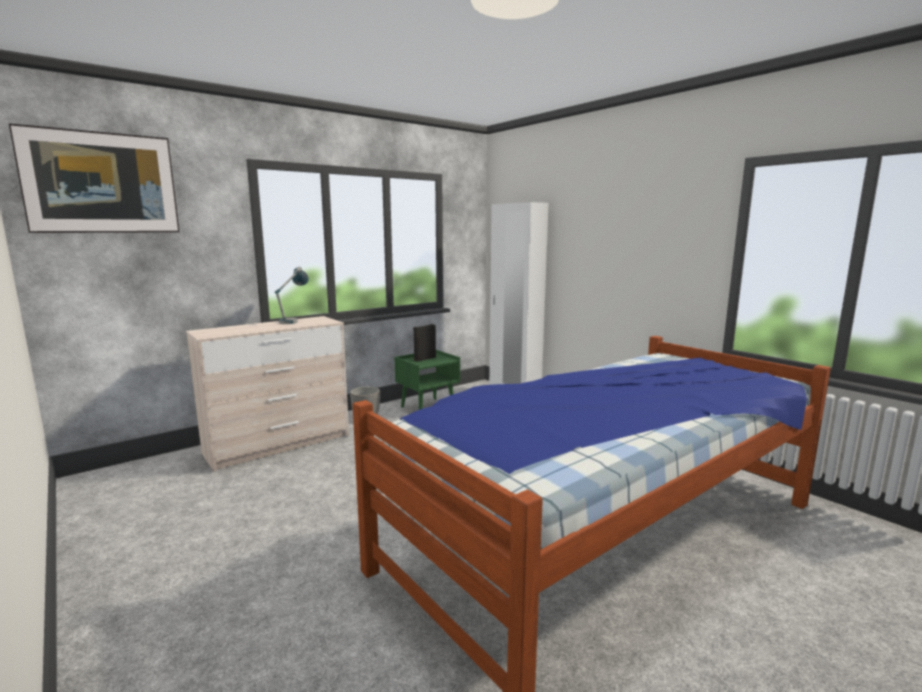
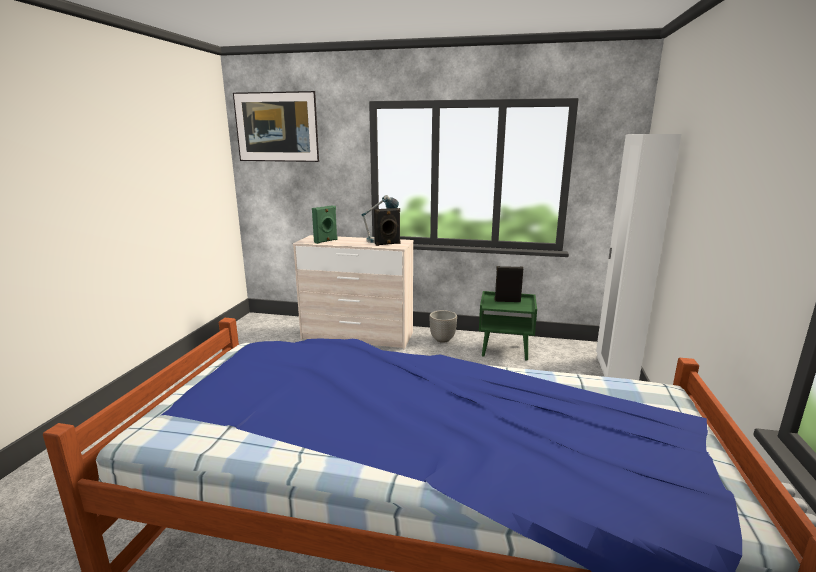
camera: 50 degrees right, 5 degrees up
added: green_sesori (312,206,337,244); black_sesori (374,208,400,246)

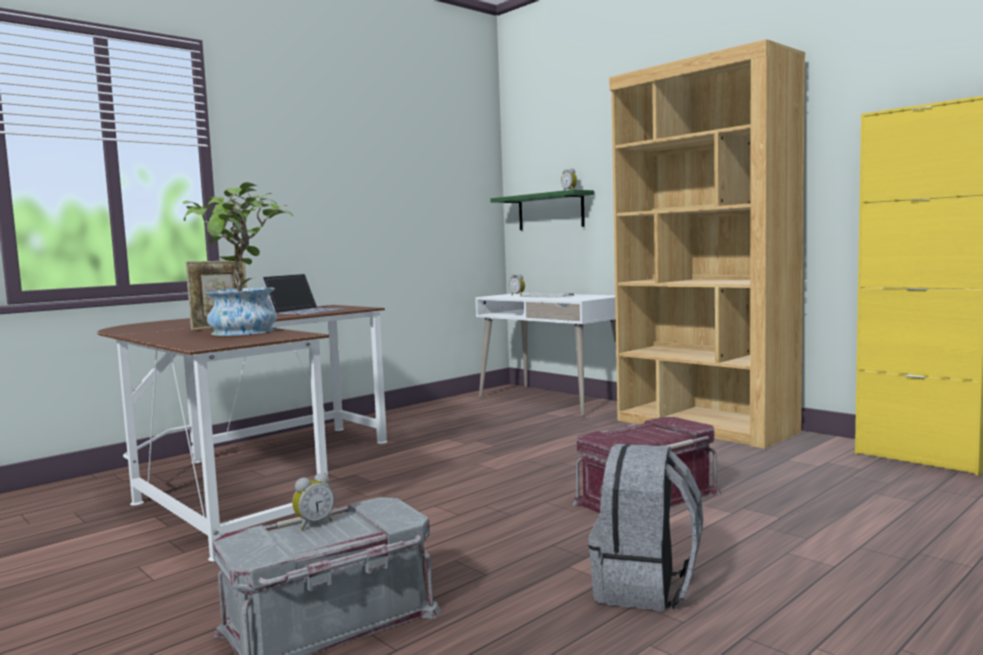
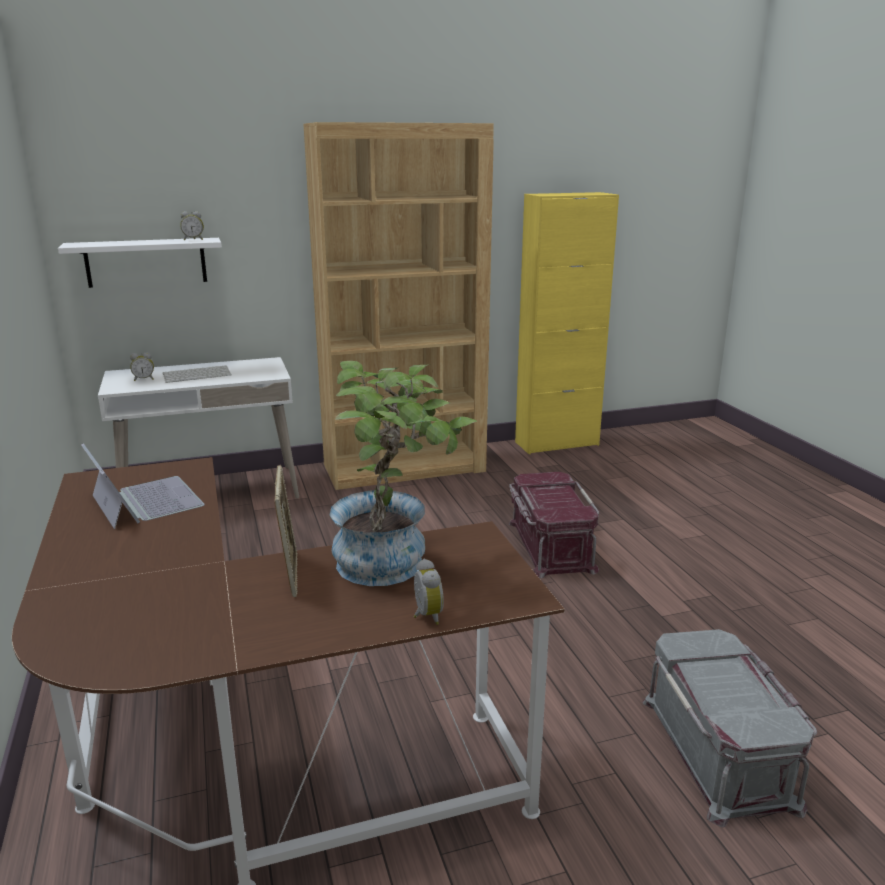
camera: 65 degrees left, 15 degrees up
removed: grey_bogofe (589,444,703,611)
moved: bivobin (292,473,334,530) to (413,558,444,625)
recoloured: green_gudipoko (490,190,594,230) to white_gudipoko (58,238,222,288)

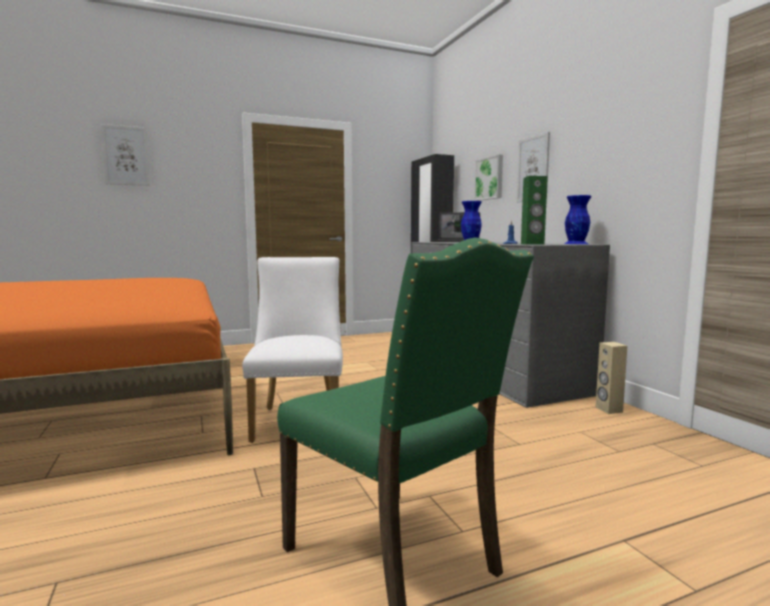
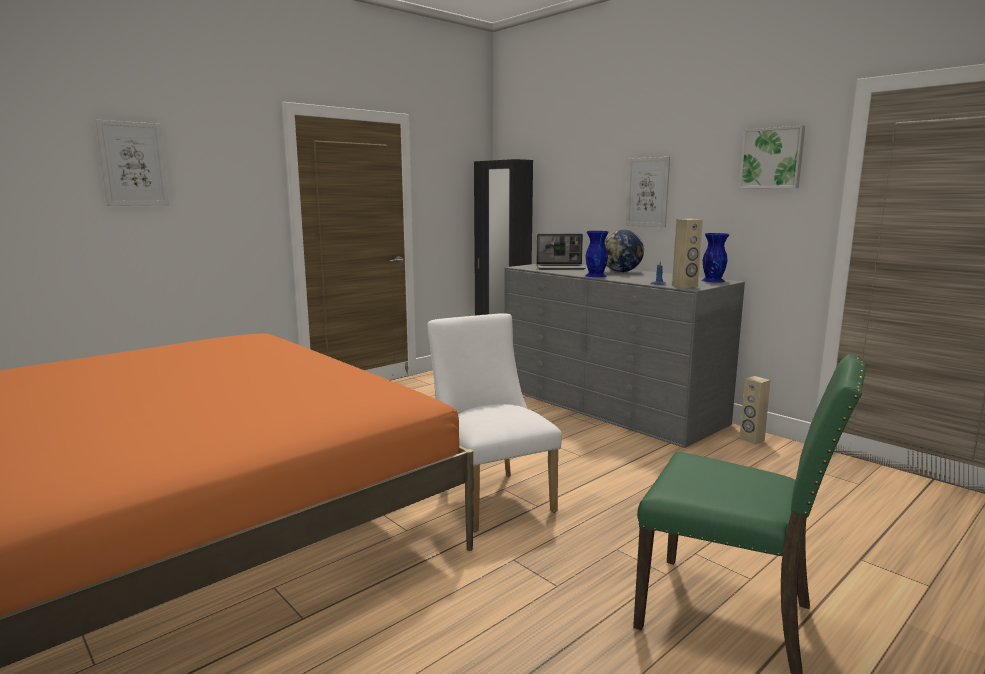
camera: 20 degrees left, 5 degrees up
added: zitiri (605,230,644,272)
moved: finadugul (474,154,503,201) to (739,125,805,188)
recoloured: green_sesori (521,176,548,245) to beige_sesori (672,219,703,288)

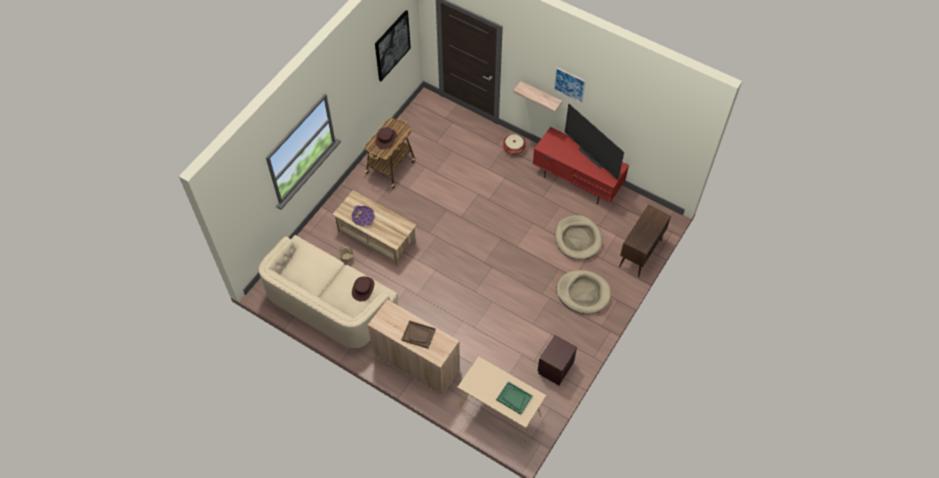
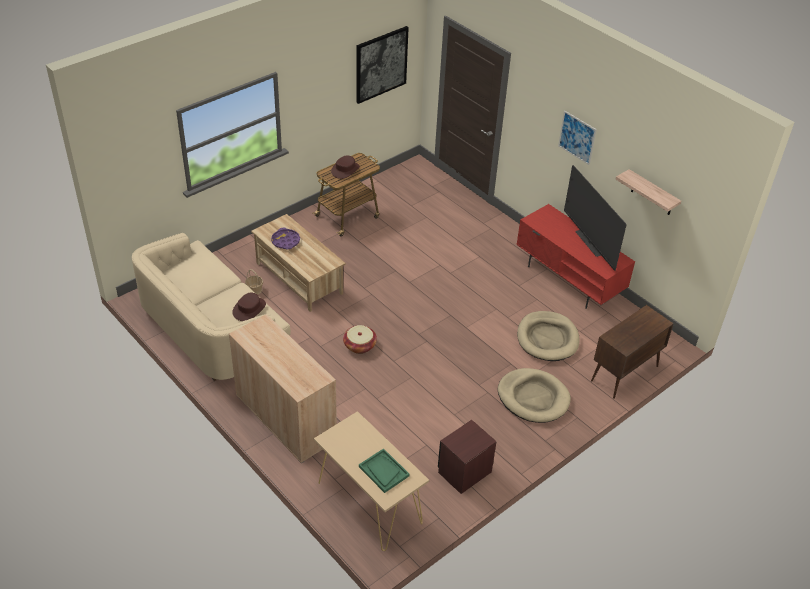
camera: 15 degrees right, 15 degrees down
removed: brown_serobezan (401,320,436,349)
moved: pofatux (503,134,526,155) to (343,325,377,354); gudipoko (513,81,563,112) to (615,169,681,215)

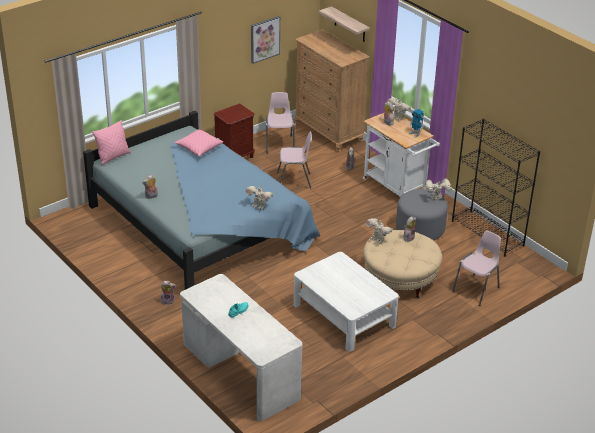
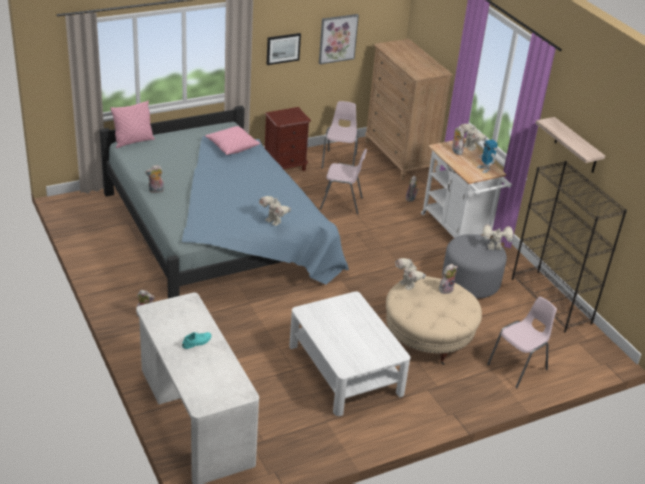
camera: 10 degrees right, 0 degrees up
added: finadugul (267,33,301,65)
moved: gudipoko (319,6,370,42) to (535,117,605,173)

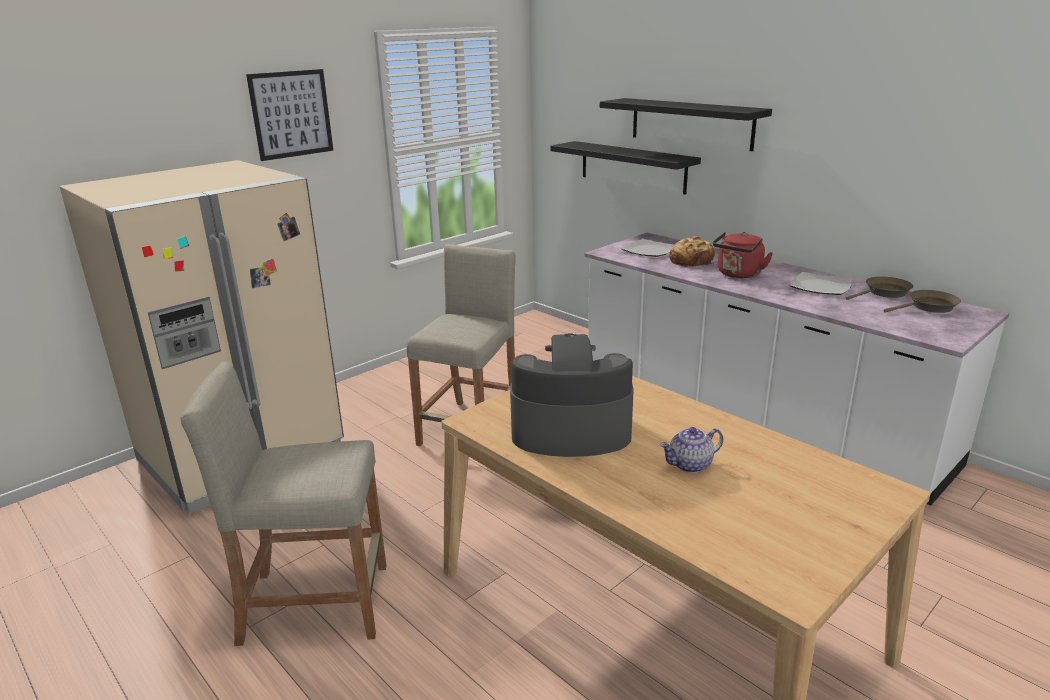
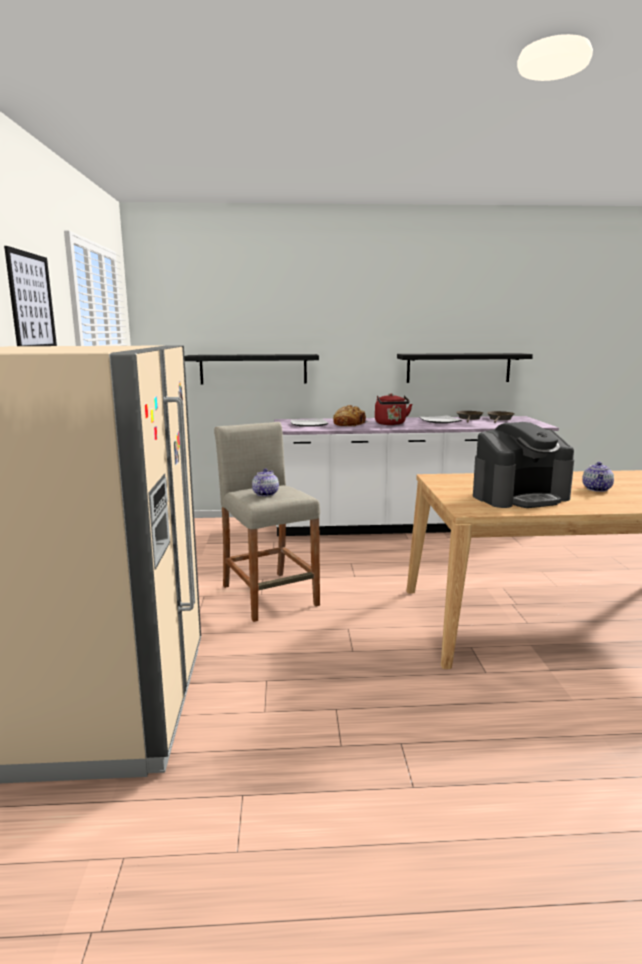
camera: 50 degrees left, 10 degrees down
removed: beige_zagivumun (180,362,386,646)
added: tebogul (252,469,279,497)
moved: black_gudipoko (600,98,772,151) to (397,353,533,383)
turned: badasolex (510,333,634,457) = (473,422,574,508) 150 degrees counterclockwise

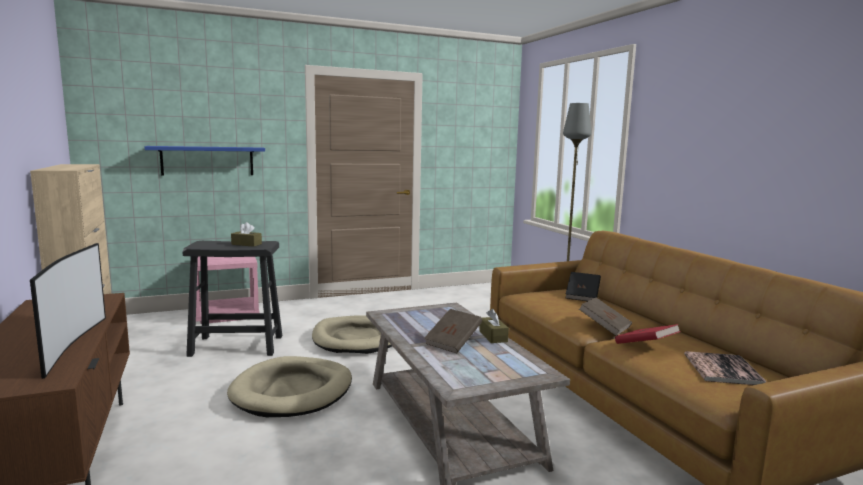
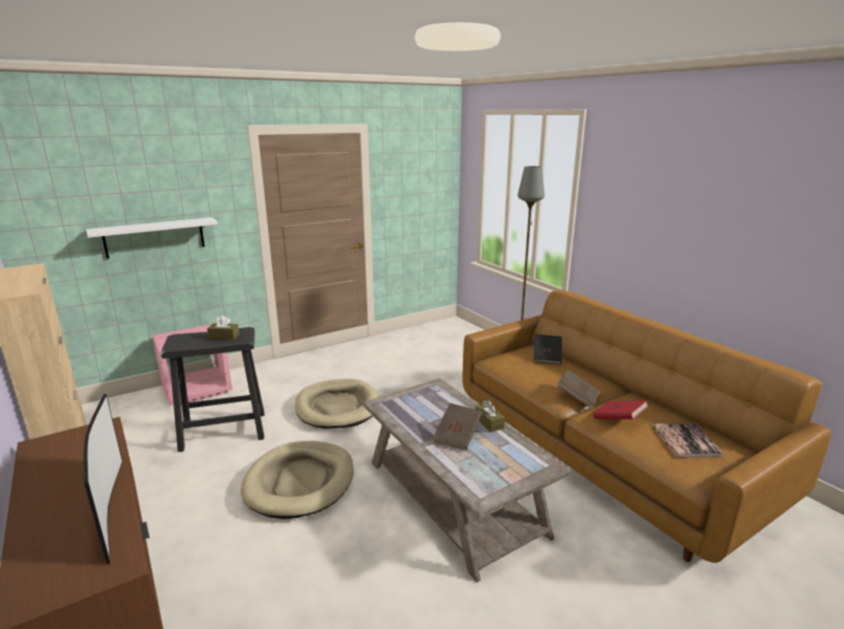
camera: 10 degrees left, 10 degrees up
recoloured: blue_gudipoko (144,146,265,176) to white_gudipoko (86,217,218,259)

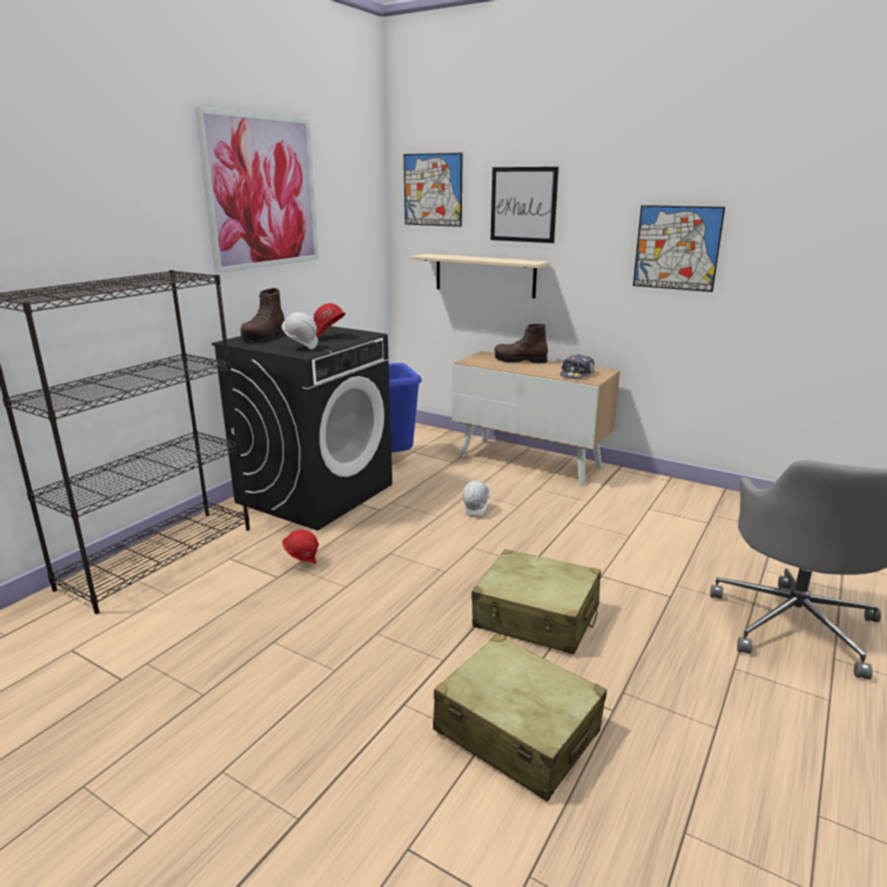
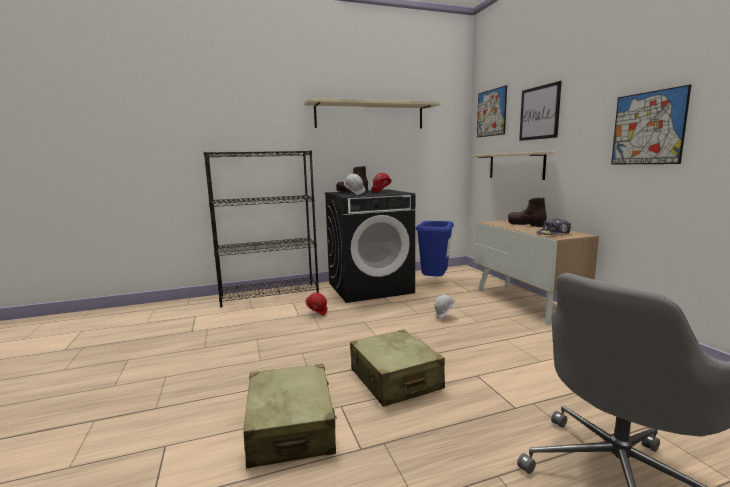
camera: 40 degrees right, 10 degrees down
replaced: finadugul (195,107,319,273) to beige_gudipoko (304,98,441,128)

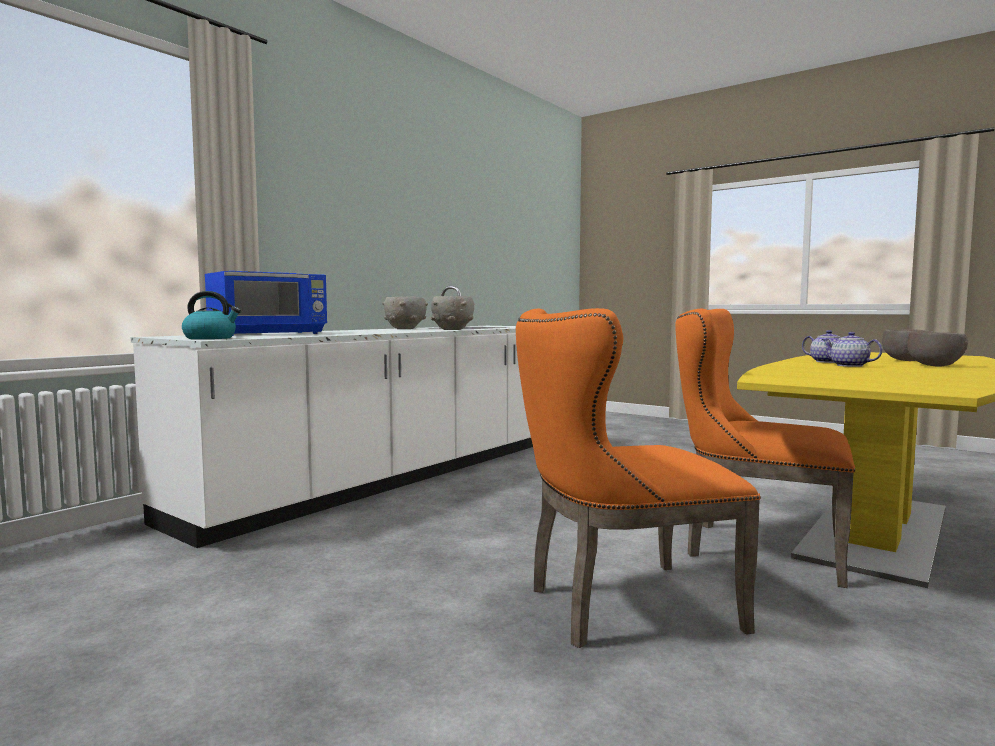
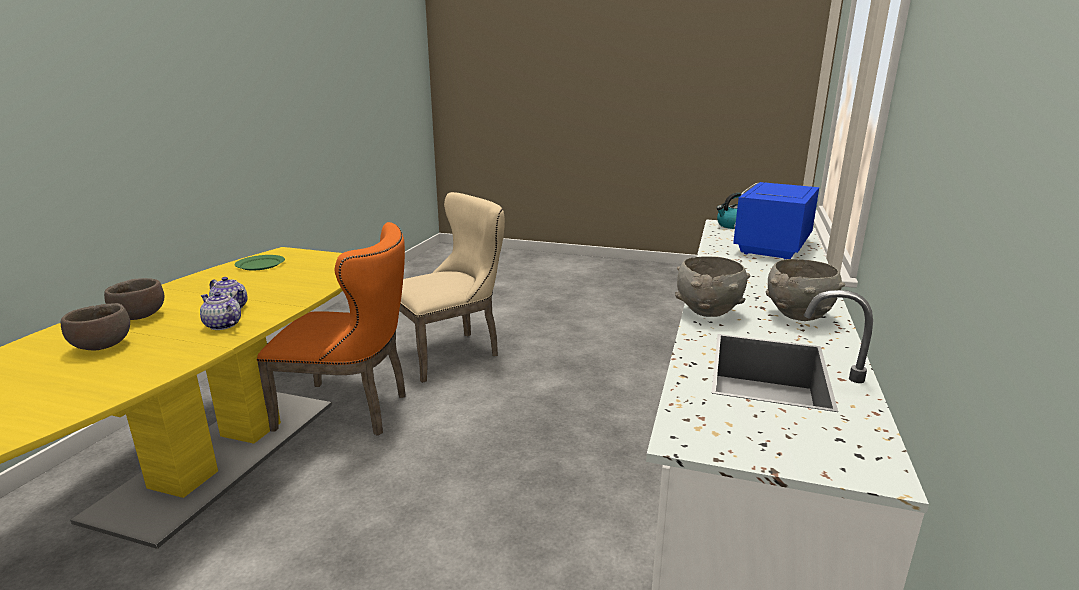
camera: 160 degrees right, 15 degrees up
added: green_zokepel (234,255,285,270)
recoloured: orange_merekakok (516,308,761,648) to beige_merekakok (395,192,505,383)

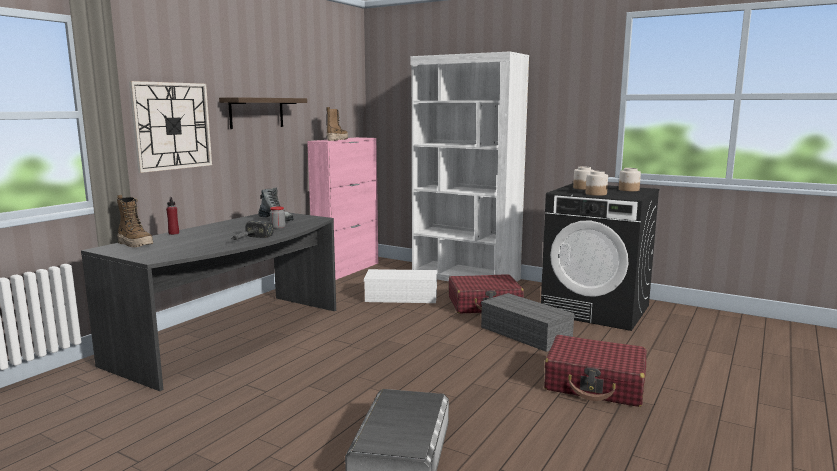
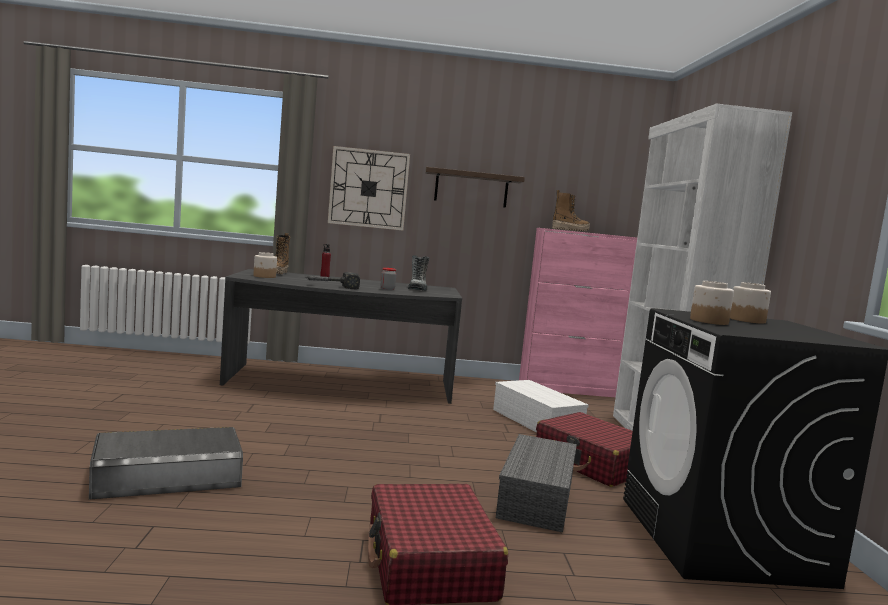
camera: 55 degrees right, 5 degrees down
moved: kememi (619,168,641,191) to (253,252,277,278)

